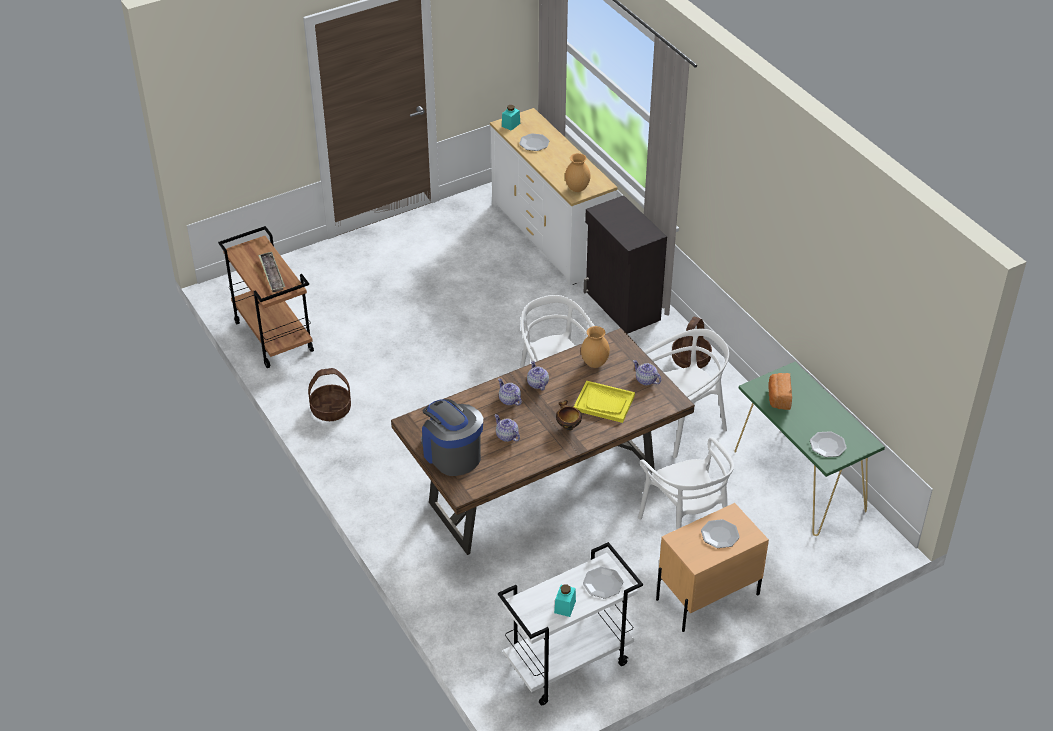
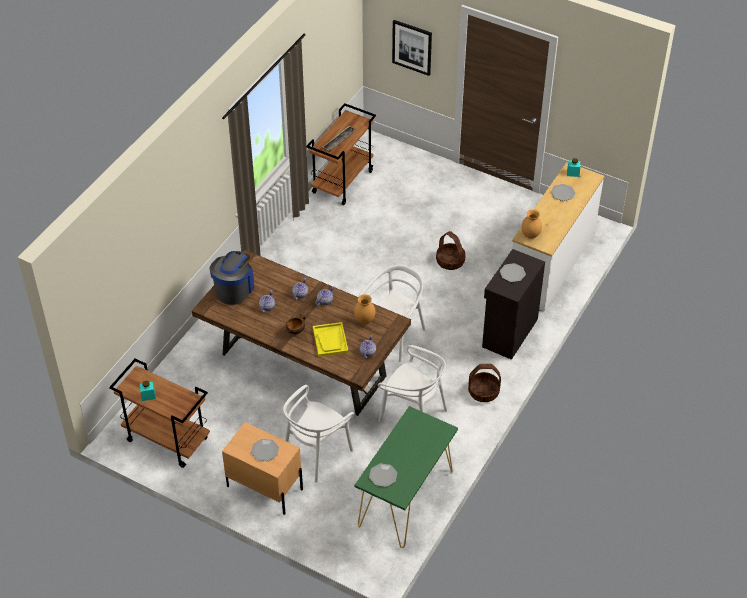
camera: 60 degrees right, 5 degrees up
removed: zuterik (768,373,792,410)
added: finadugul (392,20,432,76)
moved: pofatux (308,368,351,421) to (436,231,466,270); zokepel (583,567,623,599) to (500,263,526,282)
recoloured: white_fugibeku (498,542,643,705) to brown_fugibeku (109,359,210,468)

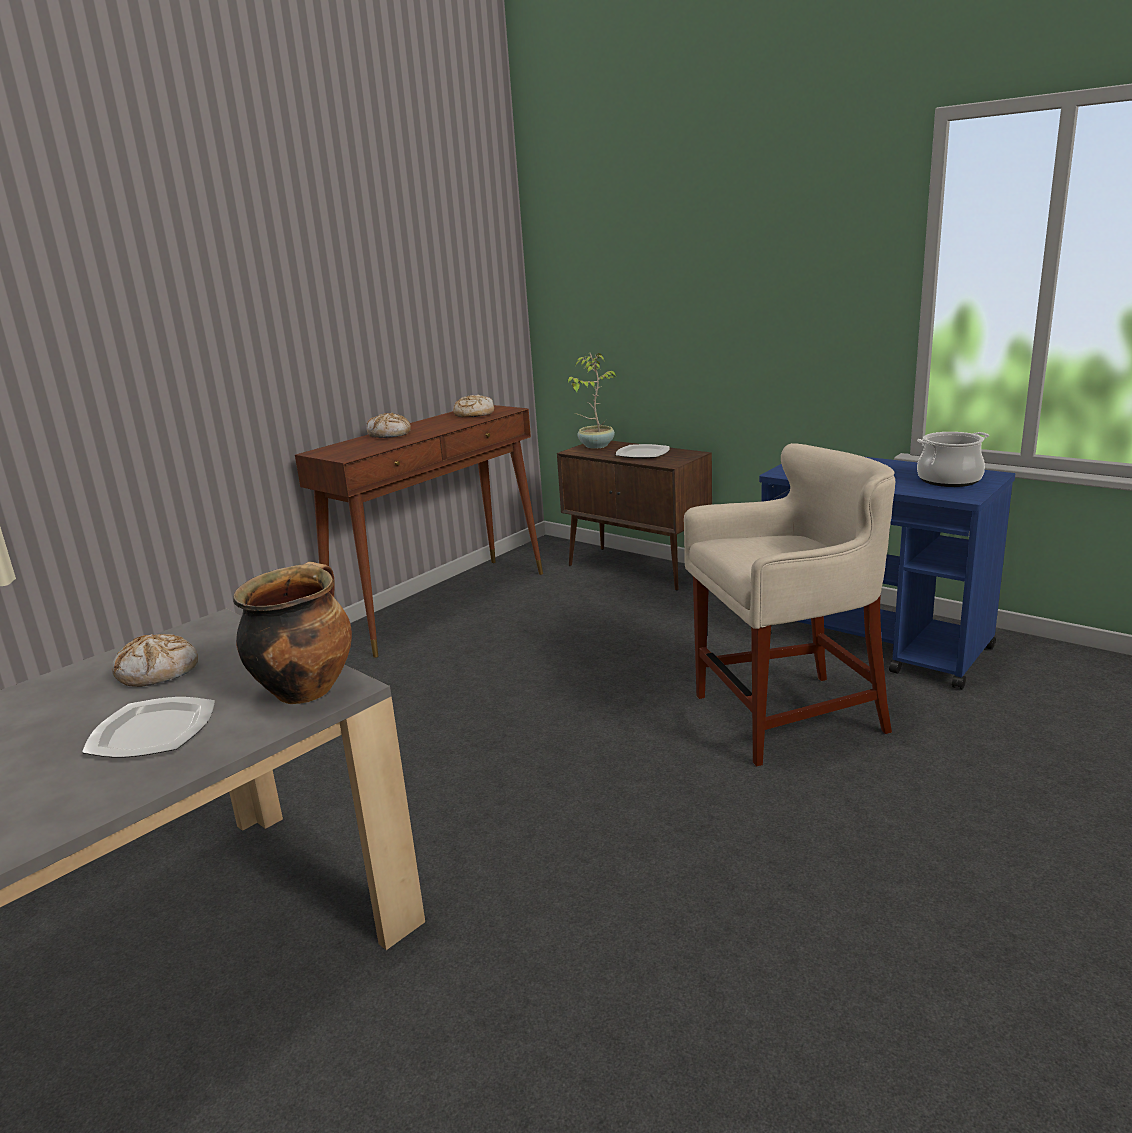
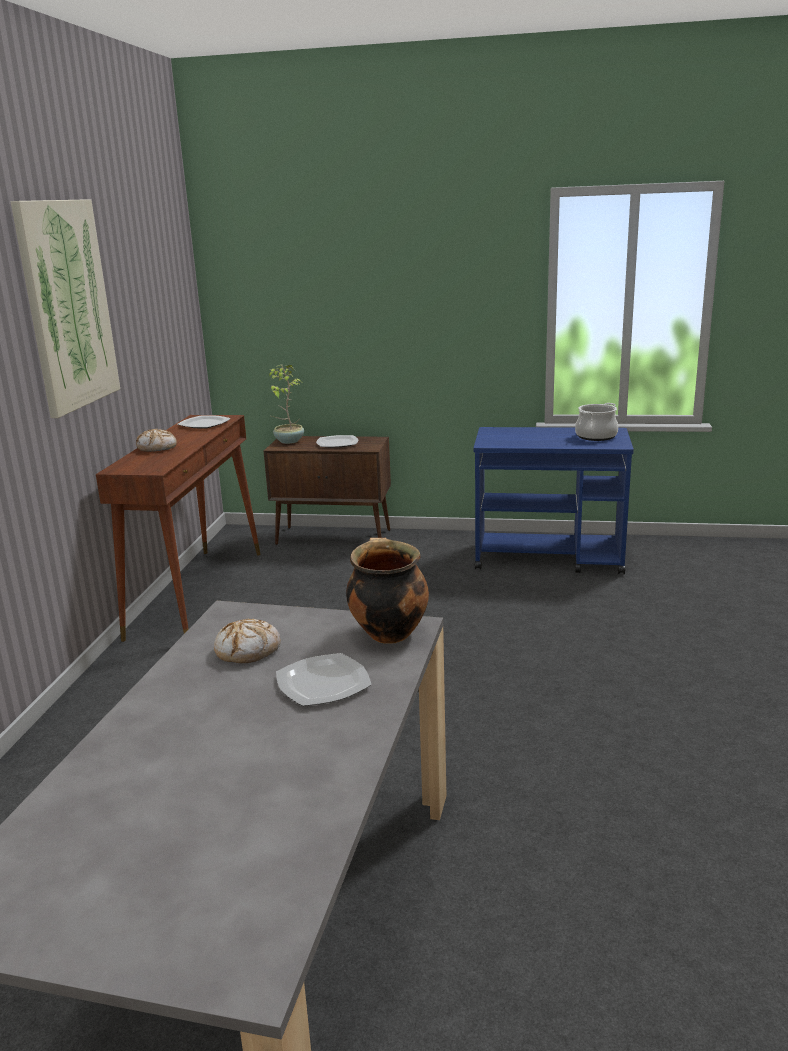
camera: 30 degrees left, 0 degrees up
removed: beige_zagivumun (684,443,895,766)
added: finadugul (10,199,120,418)
replaced: zuterik (453,395,494,417) to zokepel (177,415,231,429)

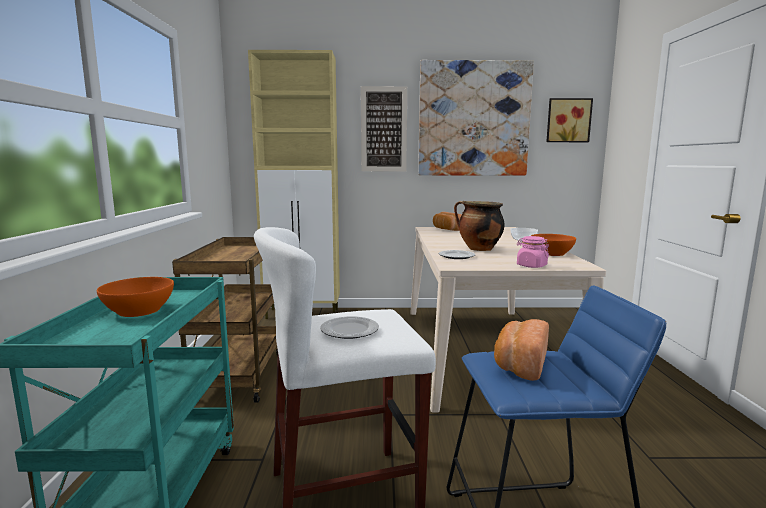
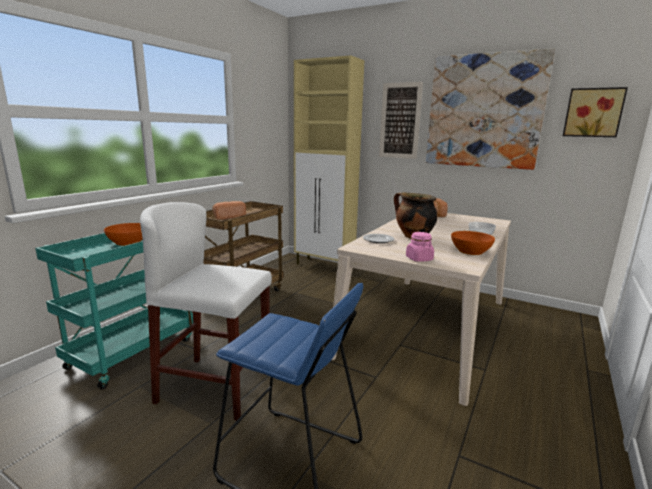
camera: 30 degrees right, 5 degrees up
removed: zokepel (320,316,379,339)
moved: zuterik (494,319,549,381) to (212,201,246,220)

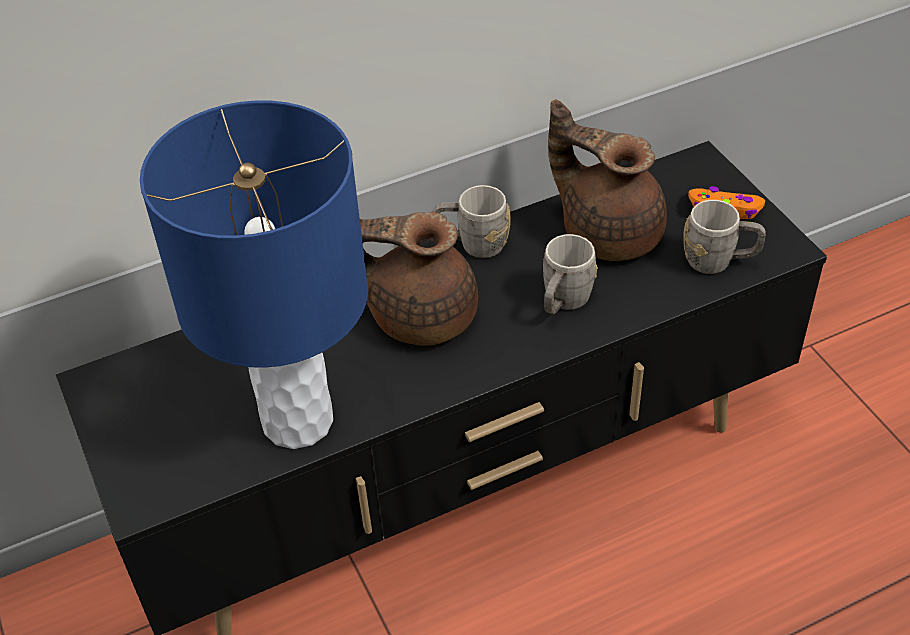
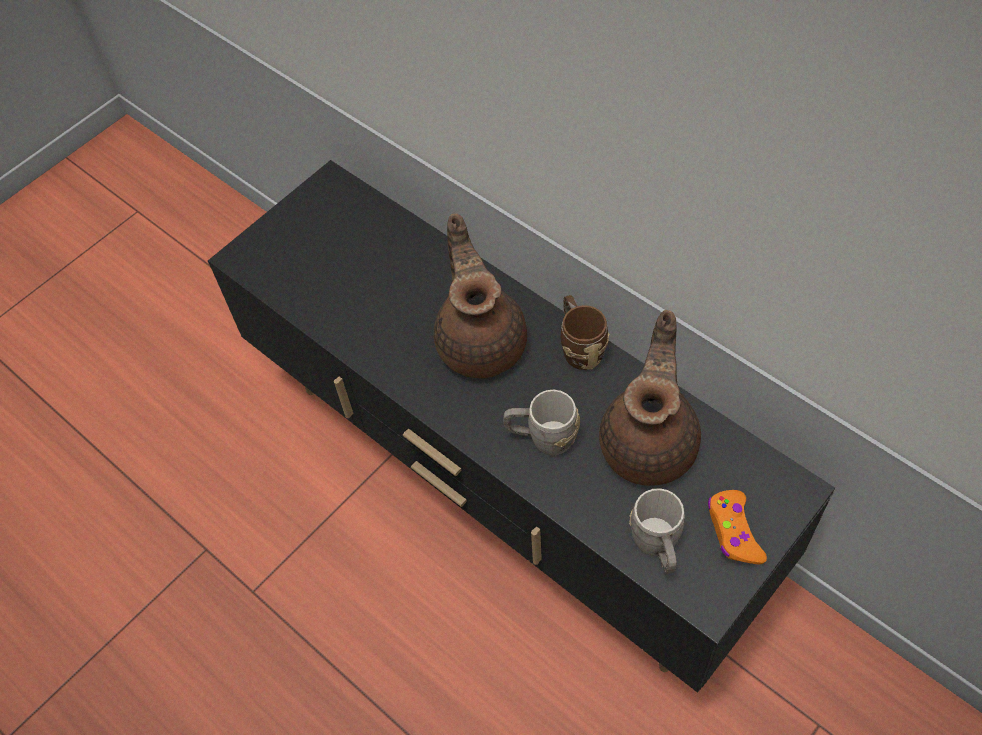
camera: 70 degrees right, 10 degrees up
removed: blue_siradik (140,100,368,449)
recoloured: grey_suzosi (433,185,511,258) to brown_suzosi (561,295,610,370)

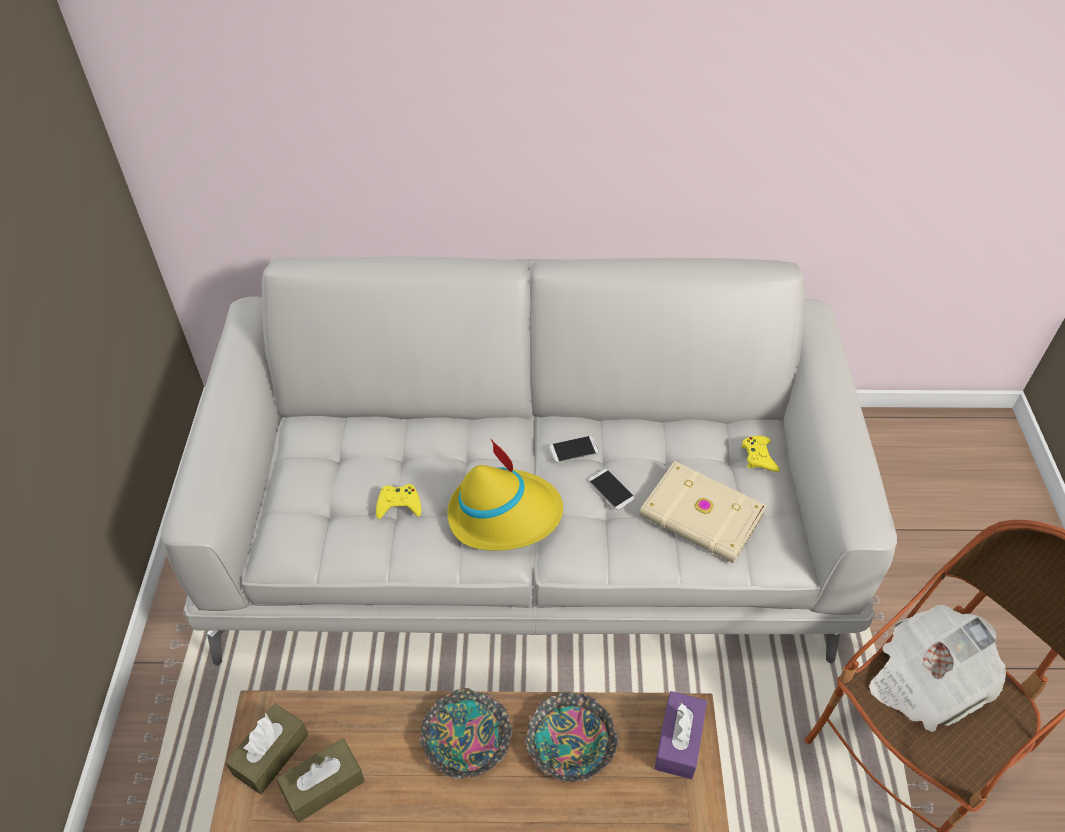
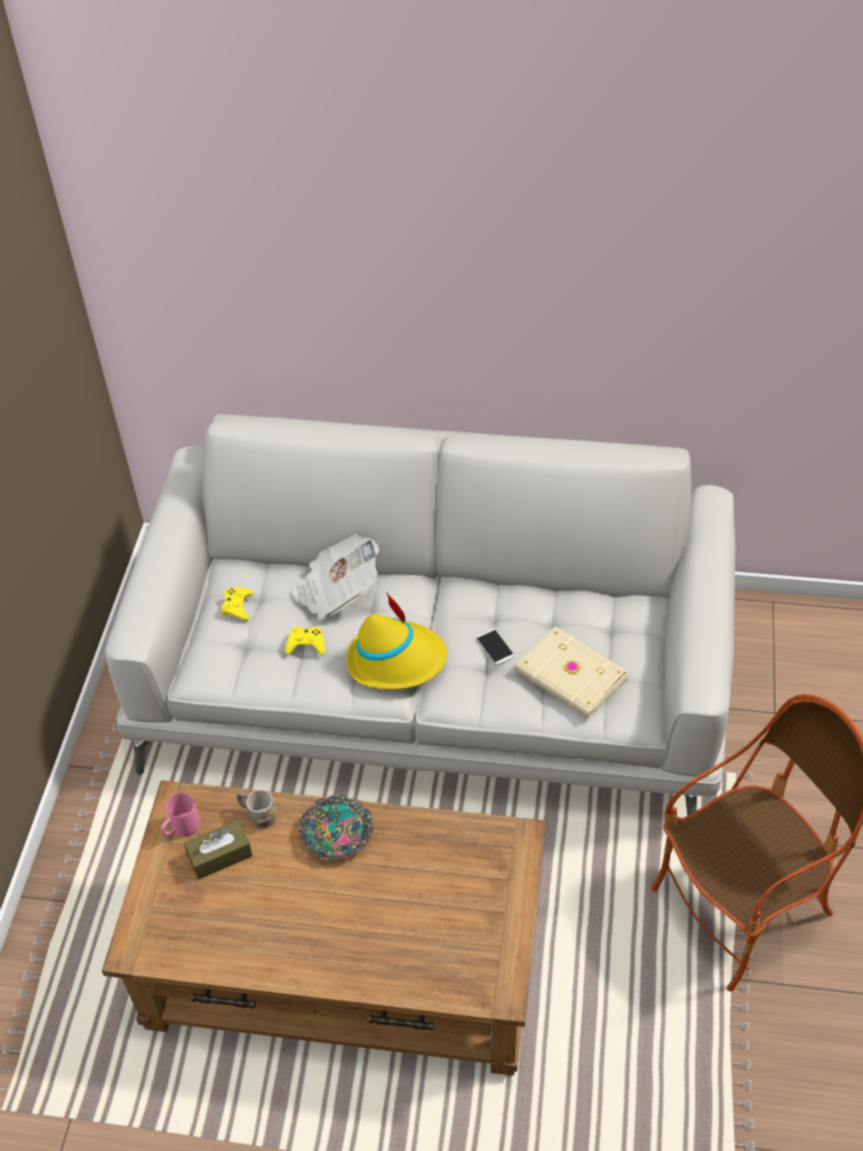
camera: 10 degrees right, 0 degrees up
removed: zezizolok (524,691,620,782); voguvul (549,436,599,463); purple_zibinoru (654,691,707,779)
added: grey_suzosi (237,789,276,828)
moved: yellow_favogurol (741,436,780,472) to (221,588,254,620); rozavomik (869,605,1006,732) to (292,534,380,620)
replaced: brown_zibinoru (225,704,308,794) to pink_suzosi (161,793,200,836)

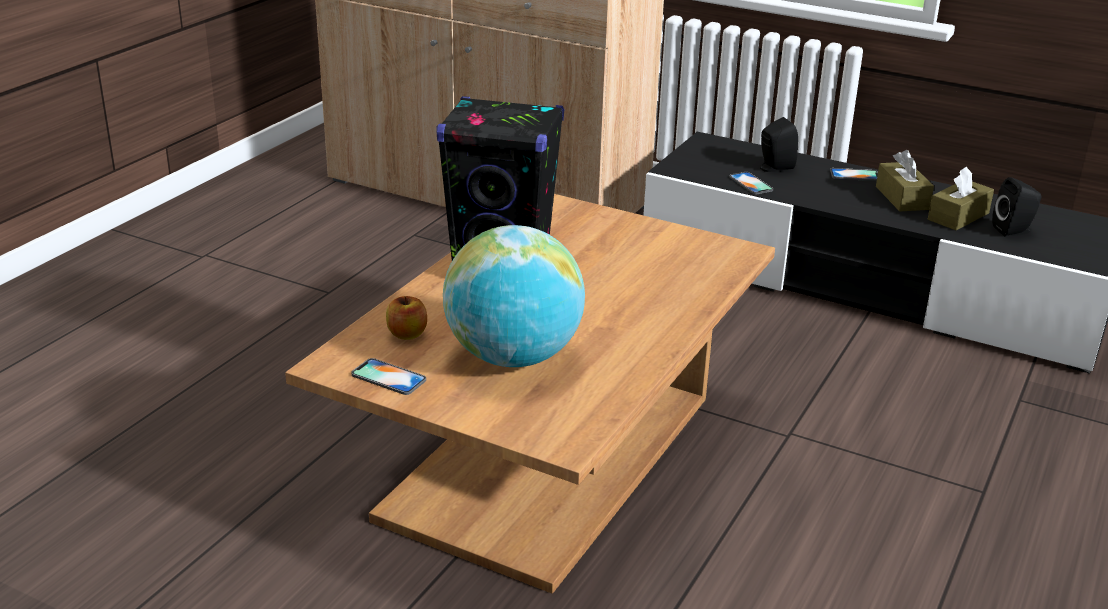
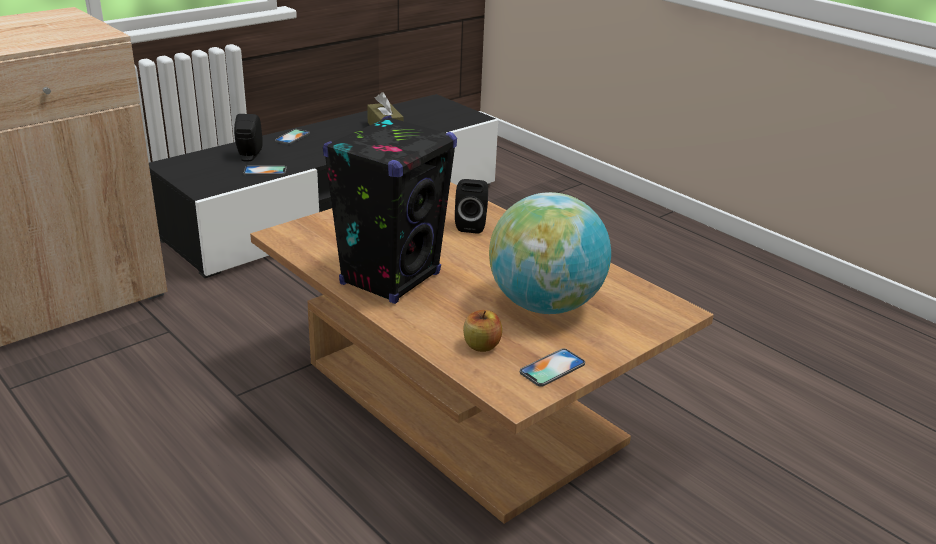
camera: 70 degrees left, 0 degrees up
removed: brown_zibinoru (876,150,934,211)
moved: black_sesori (992,177,1041,237) to (455,179,488,234)

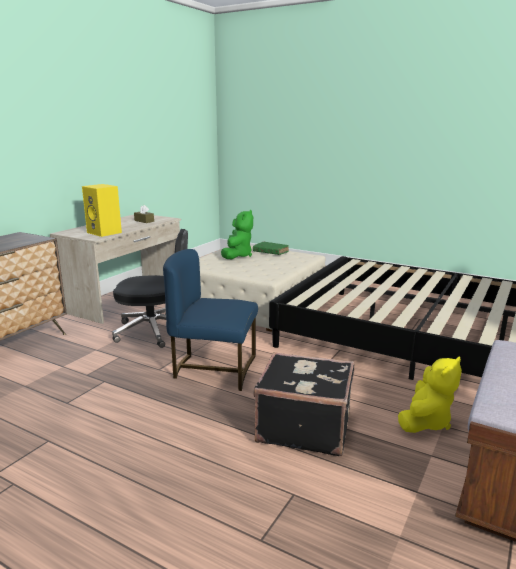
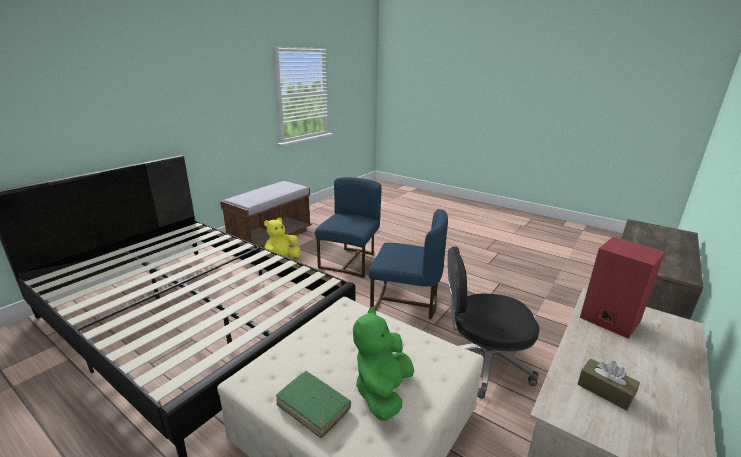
camera: 175 degrees left, 5 degrees up
replaced: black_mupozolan (253,352,354,456) to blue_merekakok (315,177,382,278)
recoloured: yellow_sesori (82,184,122,237) to red_sesori (580,237,665,339)

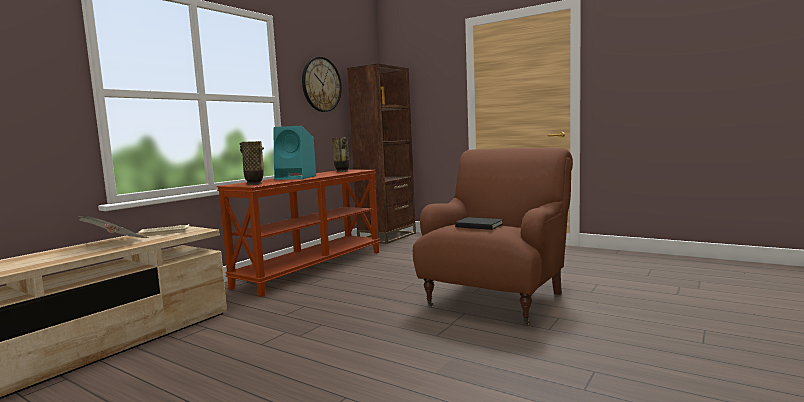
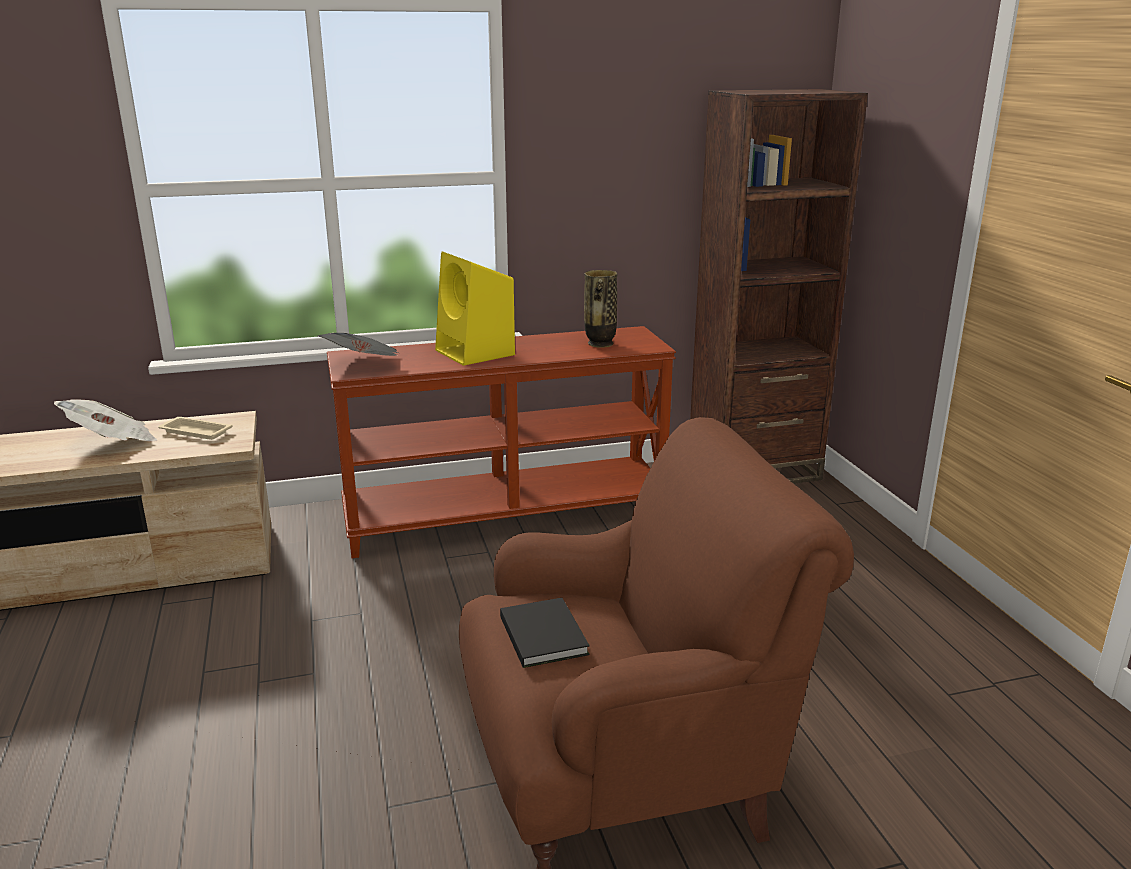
camera: 40 degrees right, 15 degrees up
removed: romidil (302,57,342,112)
replaced: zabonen (240,141,264,185) to rozavomik (318,333,398,356)
recoloured: turquoise_sesori (273,126,316,180) to yellow_sesori (435,251,515,366)

